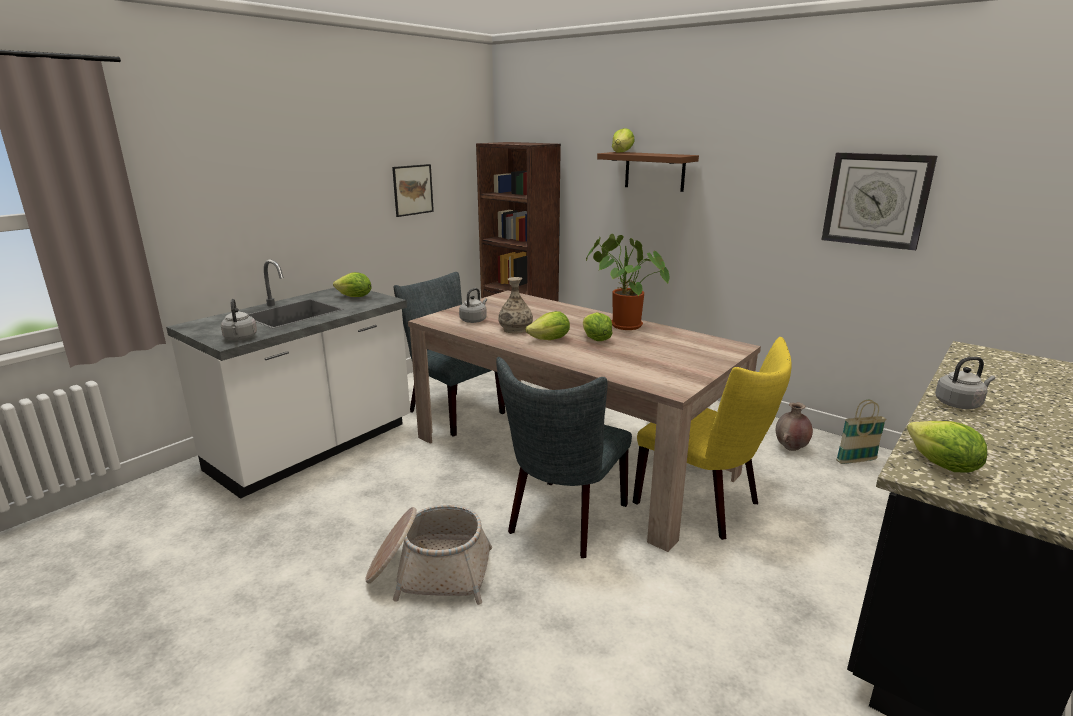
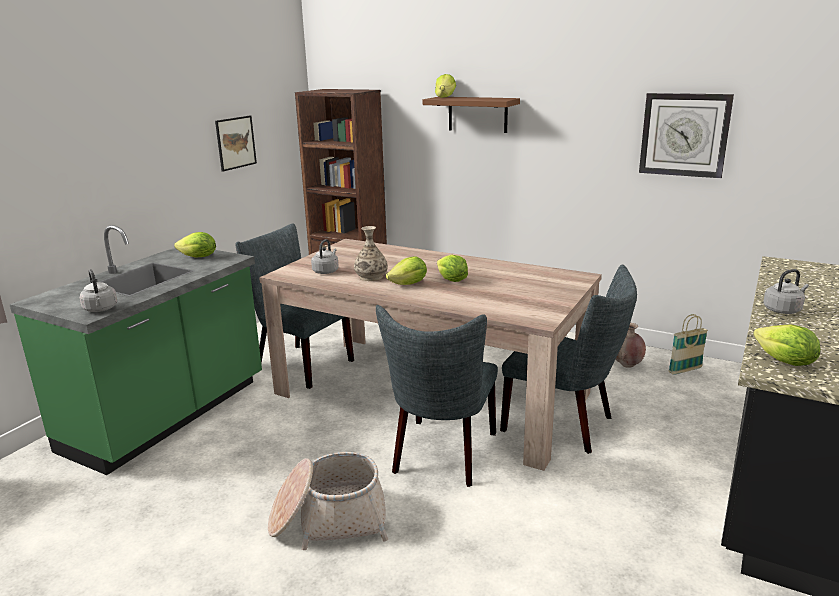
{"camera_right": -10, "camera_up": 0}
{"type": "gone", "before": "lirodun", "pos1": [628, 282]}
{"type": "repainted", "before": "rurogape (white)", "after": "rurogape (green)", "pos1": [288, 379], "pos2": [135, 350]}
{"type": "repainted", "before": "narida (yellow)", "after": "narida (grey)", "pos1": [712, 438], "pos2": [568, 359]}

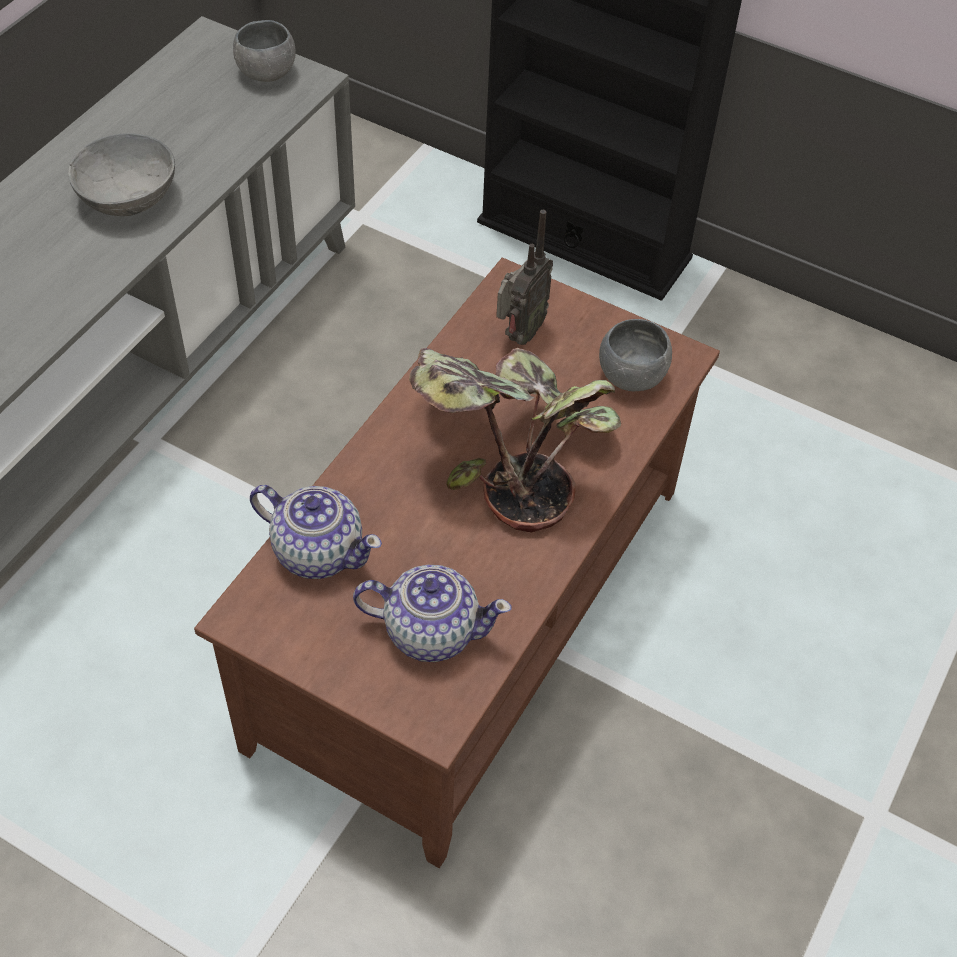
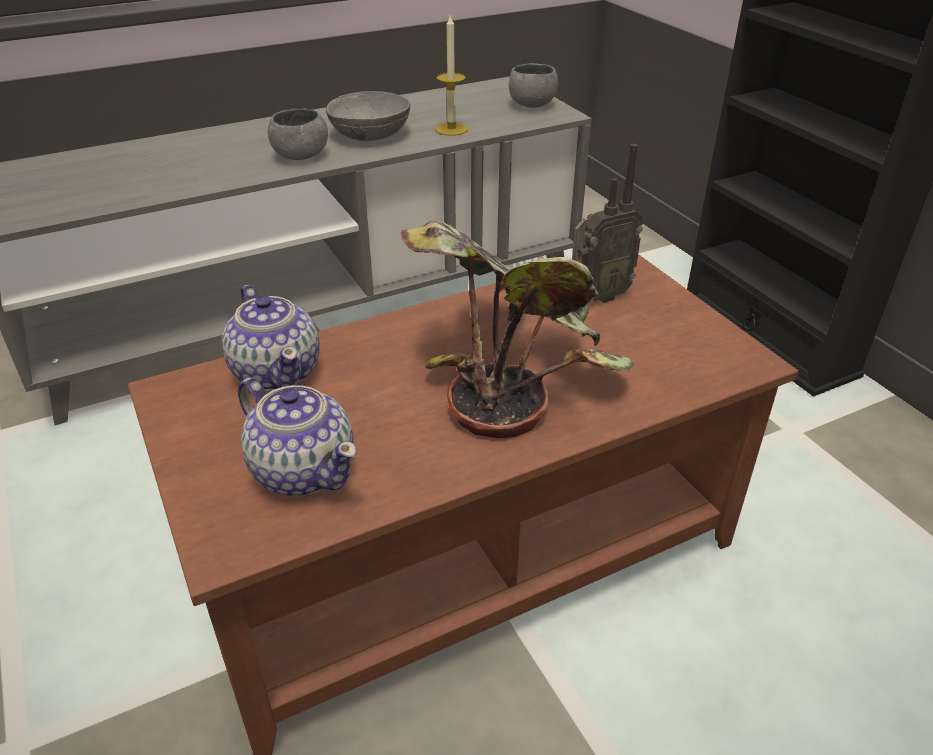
{"camera_right": 35, "camera_up": -15}
{"type": "shifted", "before": "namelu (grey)", "pos1": [635, 355], "pos2": [298, 134]}
{"type": "new", "after": "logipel", "pos2": [451, 76]}

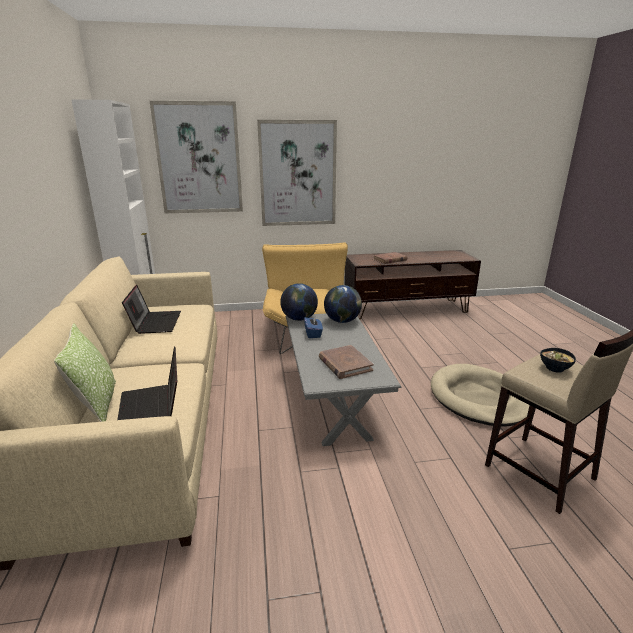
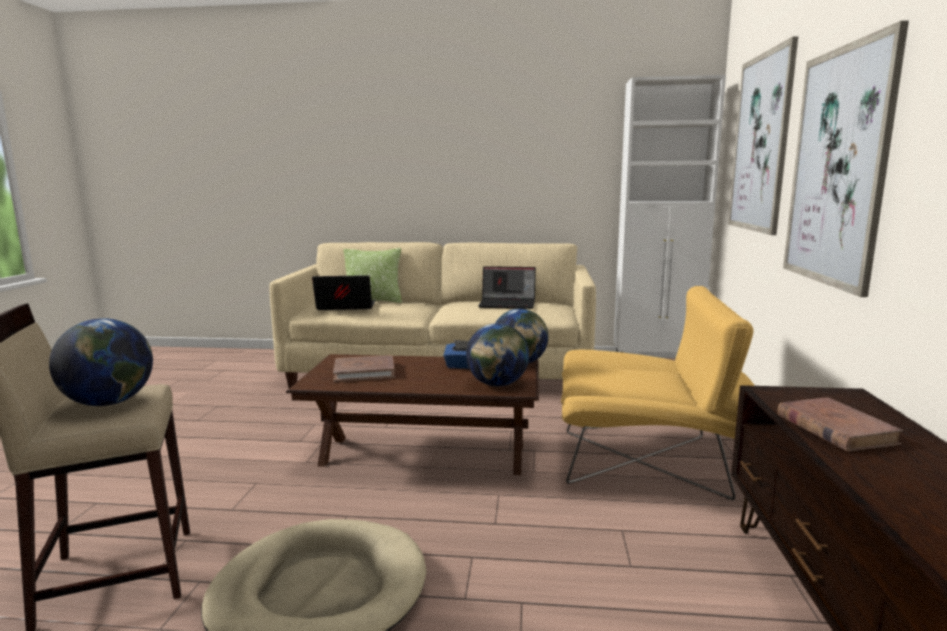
{"camera_right": 105, "camera_up": -10}
{"type": "repainted", "before": "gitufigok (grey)", "after": "gitufigok (brown)", "pos1": [343, 379], "pos2": [412, 414]}
{"type": "swapped", "before": "namelu", "after": "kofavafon", "pos1": [558, 360], "pos2": [101, 362]}

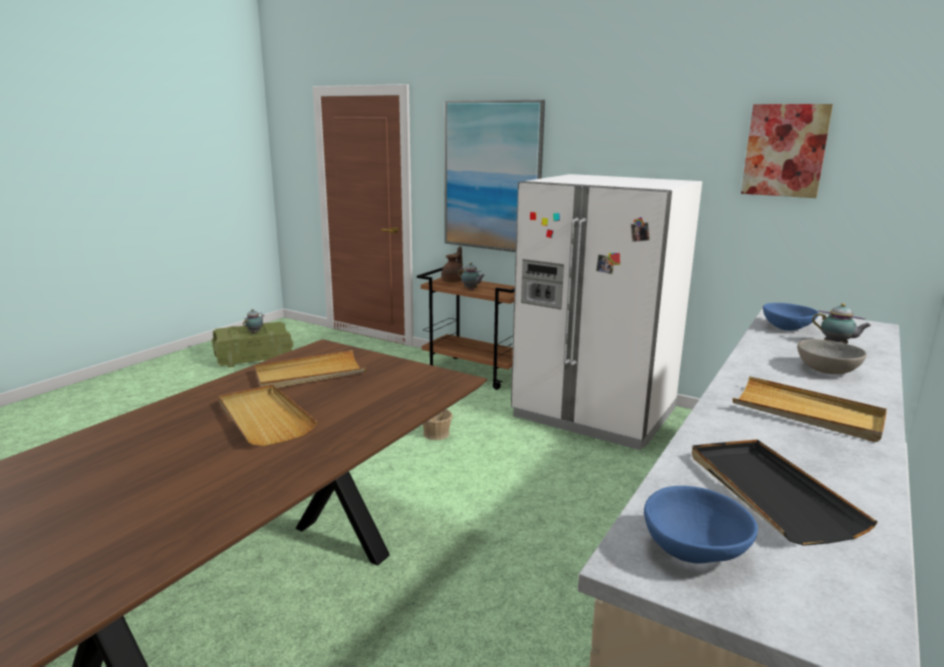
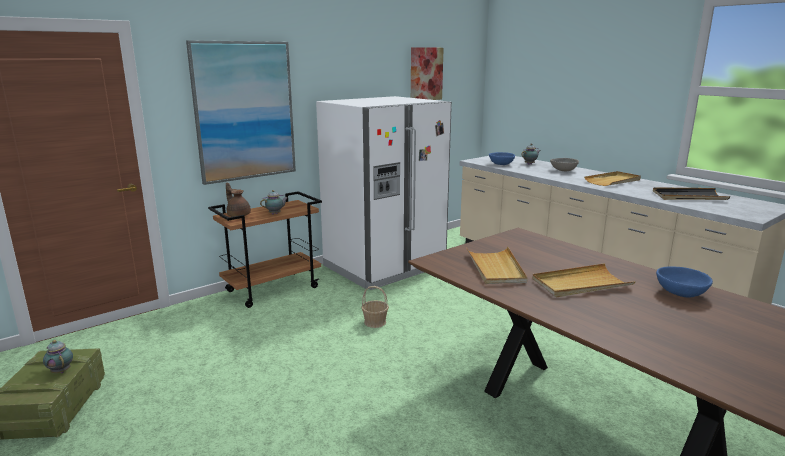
{"camera_right": -70, "camera_up": 0}
{"type": "shifted", "before": "namelu (blue)", "pos1": [701, 525], "pos2": [684, 282]}

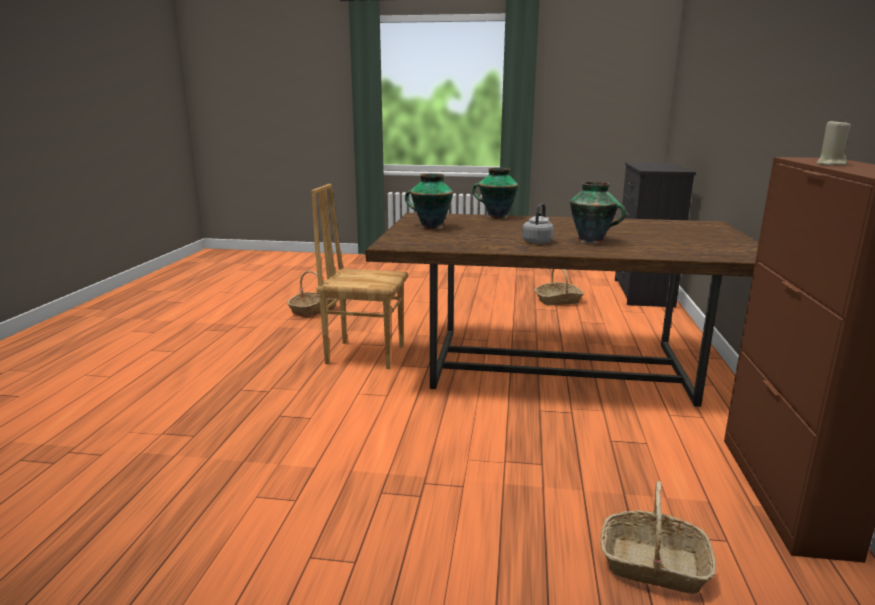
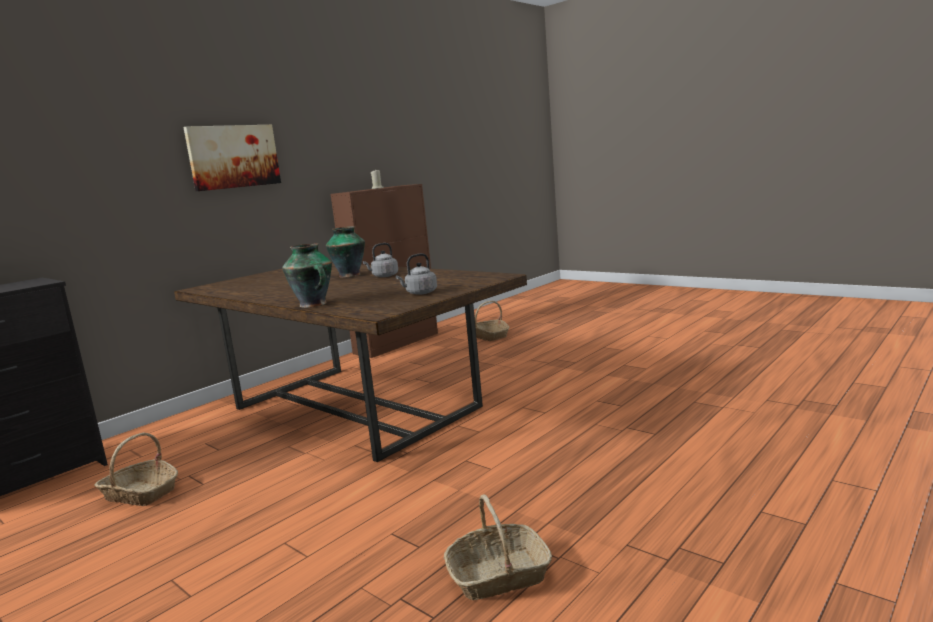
{"camera_right": -145, "camera_up": -5}
{"type": "swapped", "before": "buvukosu", "after": "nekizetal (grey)", "pos1": [429, 201], "pos2": [416, 274]}
{"type": "gone", "before": "narida (brown)", "pos1": [359, 276]}
{"type": "new", "after": "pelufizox", "pos2": [232, 158]}

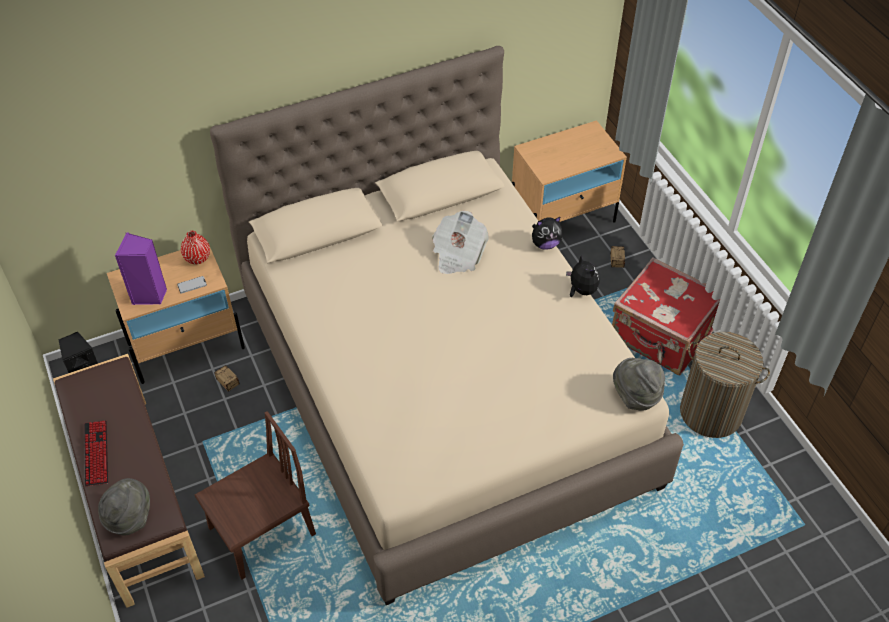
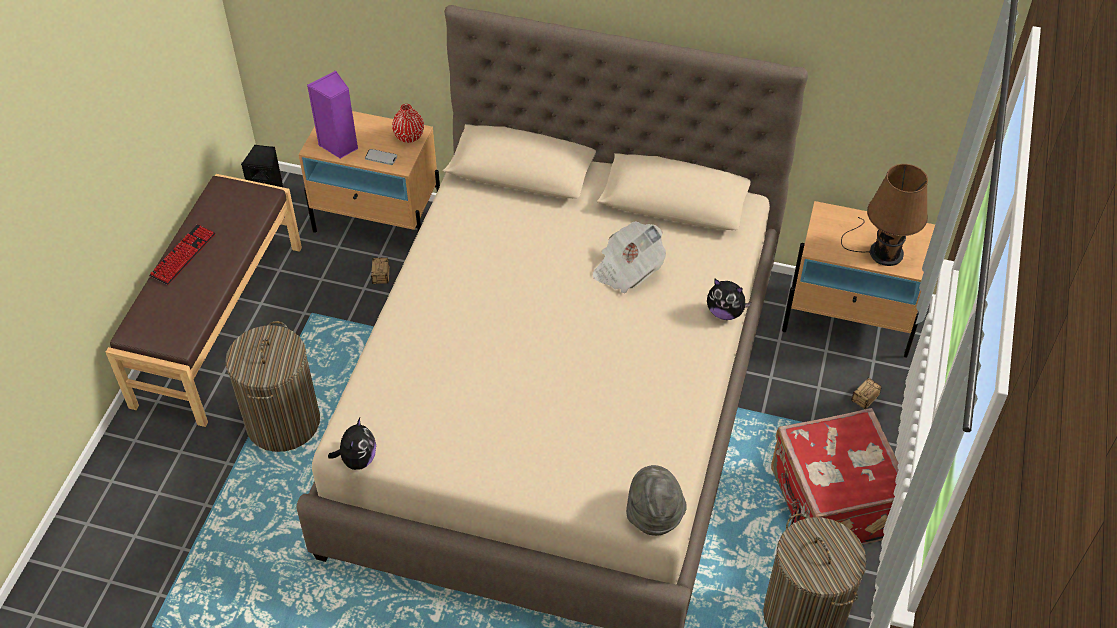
{"camera_right": 40, "camera_up": 0}
{"type": "shifted", "before": "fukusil", "pos1": [582, 275], "pos2": [352, 444]}
{"type": "swapped", "before": "narida (brown)", "after": "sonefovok", "pos1": [255, 495], "pos2": [272, 386]}
{"type": "gone", "before": "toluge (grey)", "pos1": [124, 506]}
{"type": "new", "after": "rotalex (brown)", "pos2": [884, 215]}

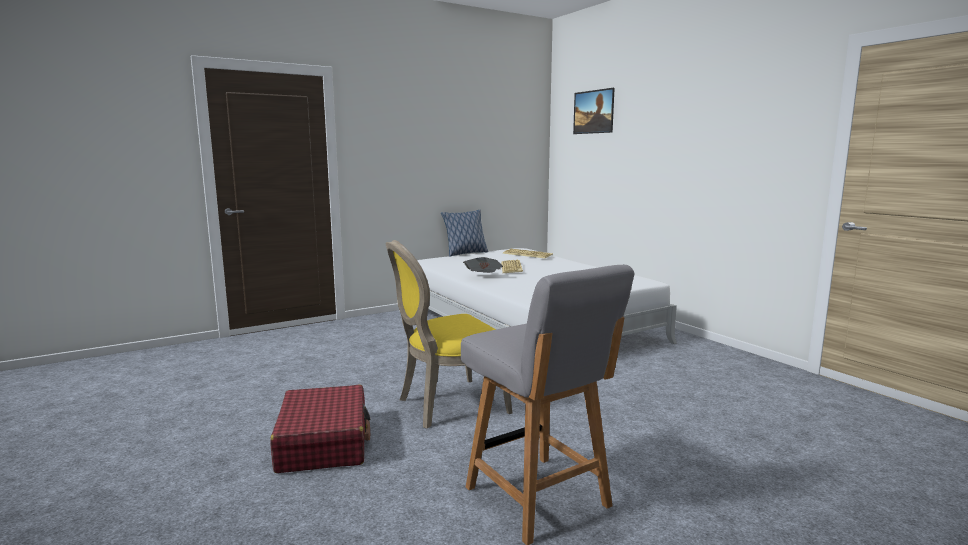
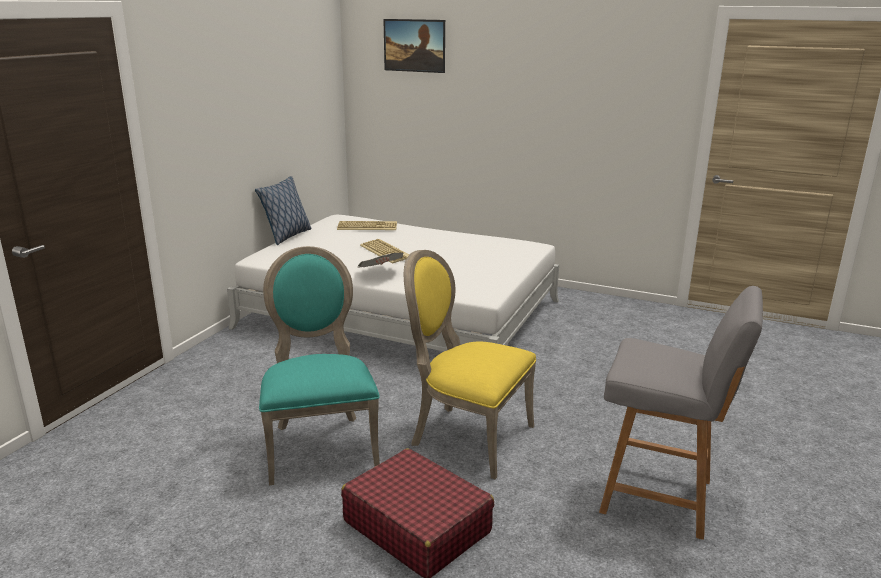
{"camera_right": -35, "camera_up": 10}
{"type": "rotated", "before": "narida (yellow)", "pos1": [449, 334], "pos2": [470, 364], "turn": 90}
{"type": "new", "after": "narida (turquoise)", "pos2": [319, 365]}

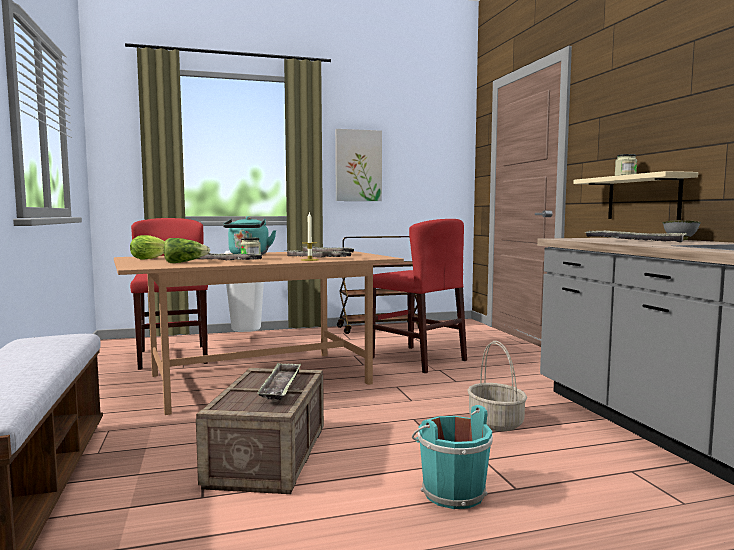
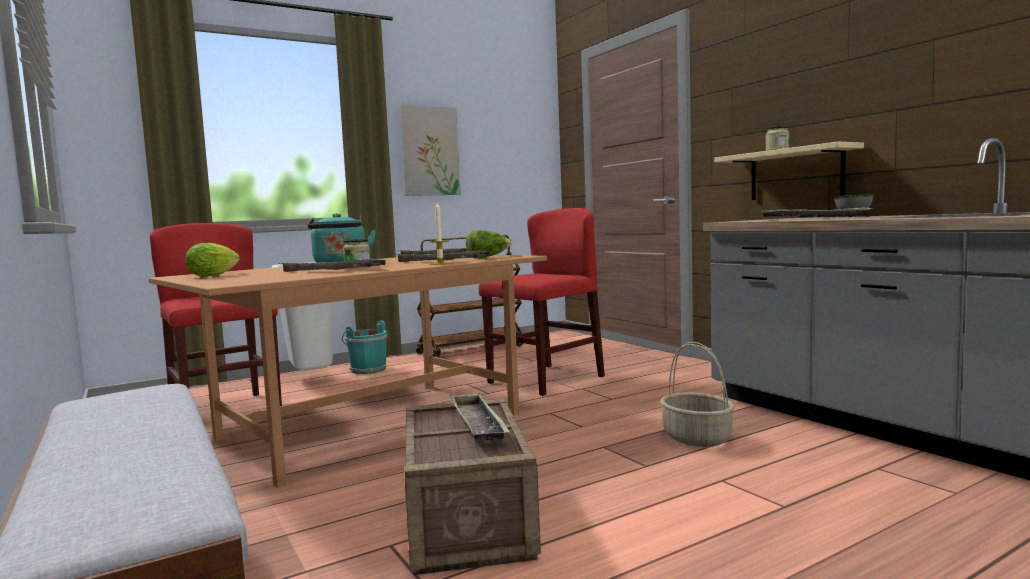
{"camera_right": -15, "camera_up": 0}
{"type": "rotated", "before": "narida (red)", "pos1": [420, 296], "pos2": [542, 302], "turn": -75}
{"type": "shifted", "before": "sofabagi", "pos1": [187, 250], "pos2": [489, 244]}
{"type": "shifted", "before": "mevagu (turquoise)", "pos1": [452, 457], "pos2": [364, 347]}

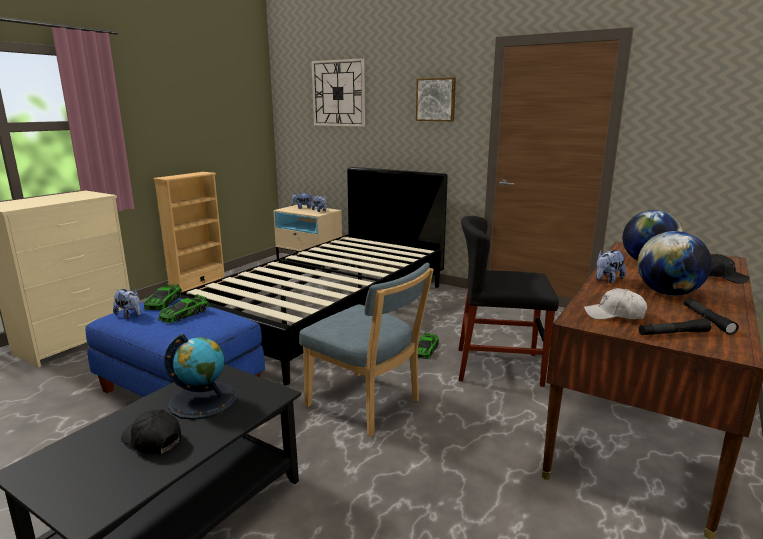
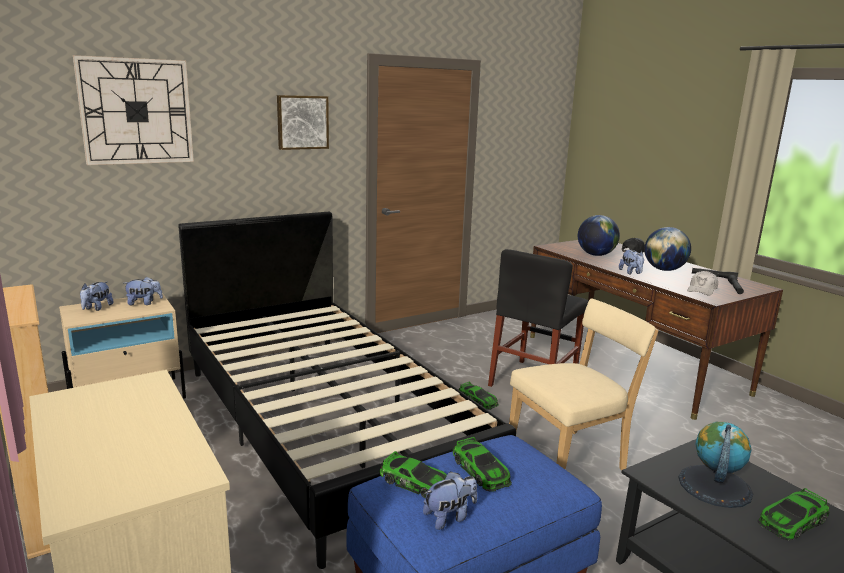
{"camera_right": -65, "camera_up": 0}
{"type": "repainted", "before": "narida (blue)", "after": "narida (beige)", "pos1": [366, 349], "pos2": [584, 385]}
{"type": "swapped", "before": "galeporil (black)", "after": "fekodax", "pos1": [151, 432], "pos2": [794, 514]}

